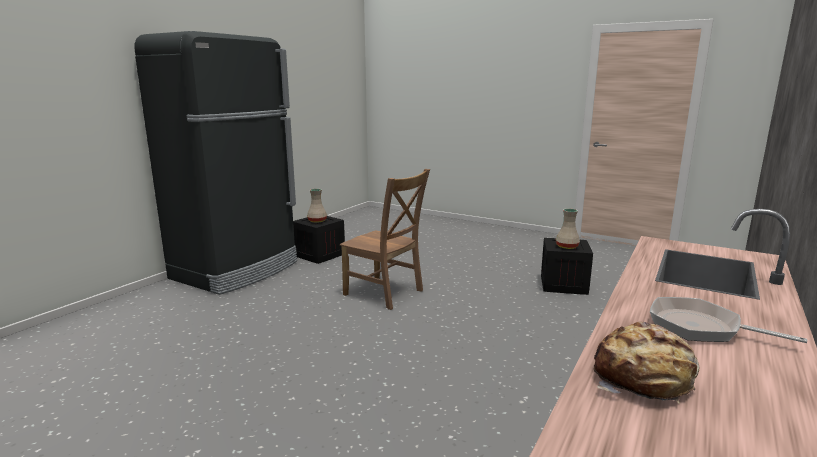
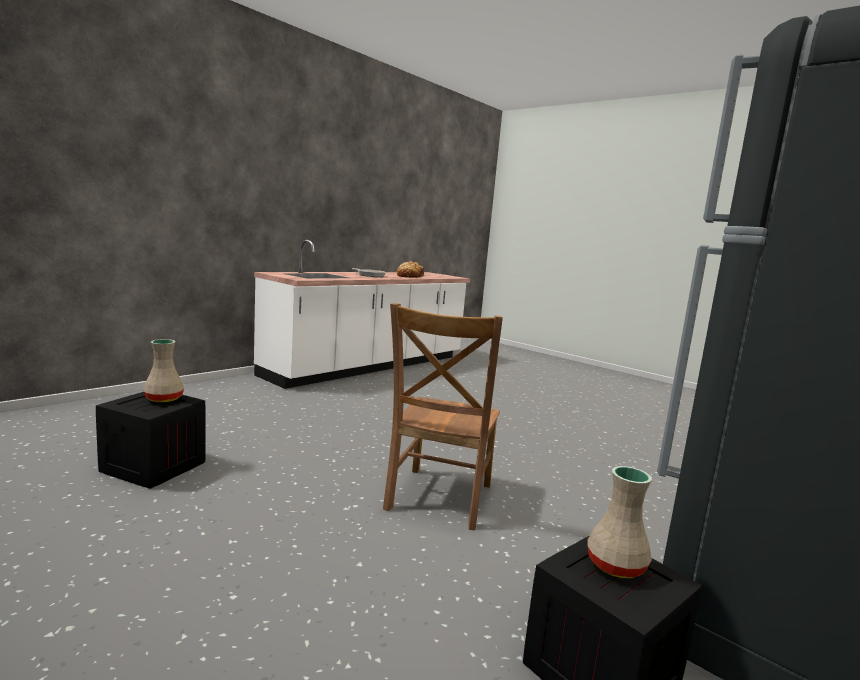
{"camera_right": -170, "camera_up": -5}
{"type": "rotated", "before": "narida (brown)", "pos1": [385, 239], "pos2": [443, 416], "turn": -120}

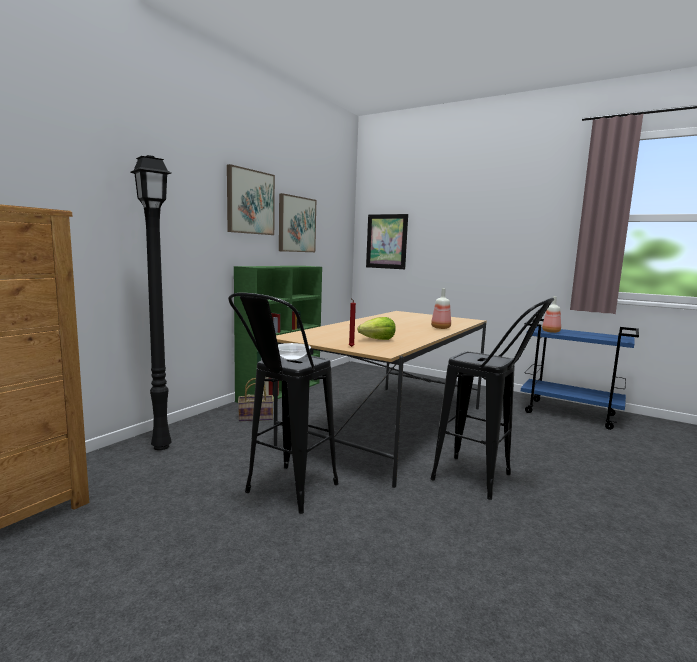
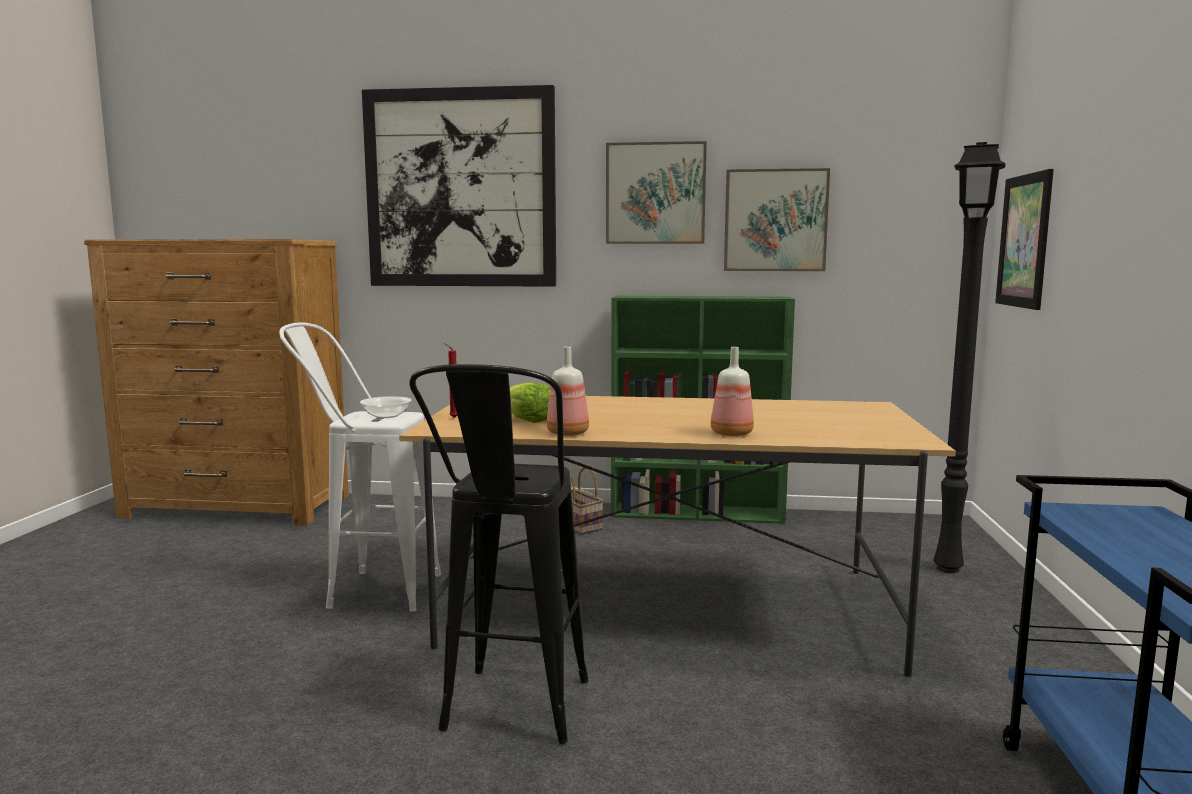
{"camera_right": 65, "camera_up": 0}
{"type": "shifted", "before": "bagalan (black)", "pos1": [151, 302], "pos2": [969, 357]}
{"type": "repainted", "before": "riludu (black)", "after": "riludu (white)", "pos1": [283, 403], "pos2": [360, 466]}
{"type": "shifted", "before": "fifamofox", "pos1": [551, 314], "pos2": [568, 391]}
{"type": "new", "after": "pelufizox", "pos2": [459, 186]}

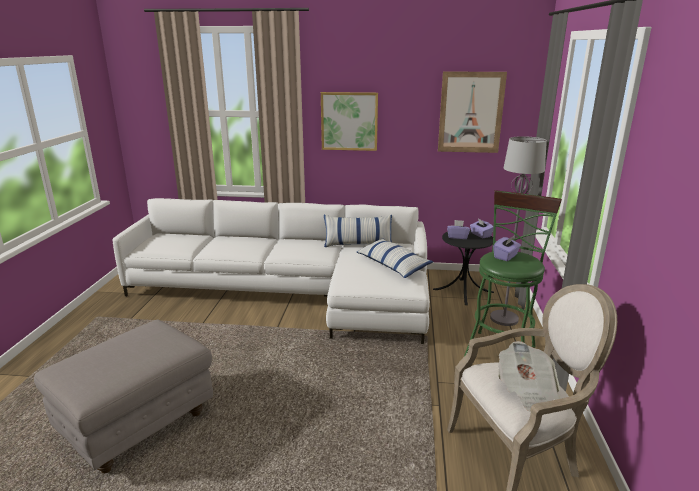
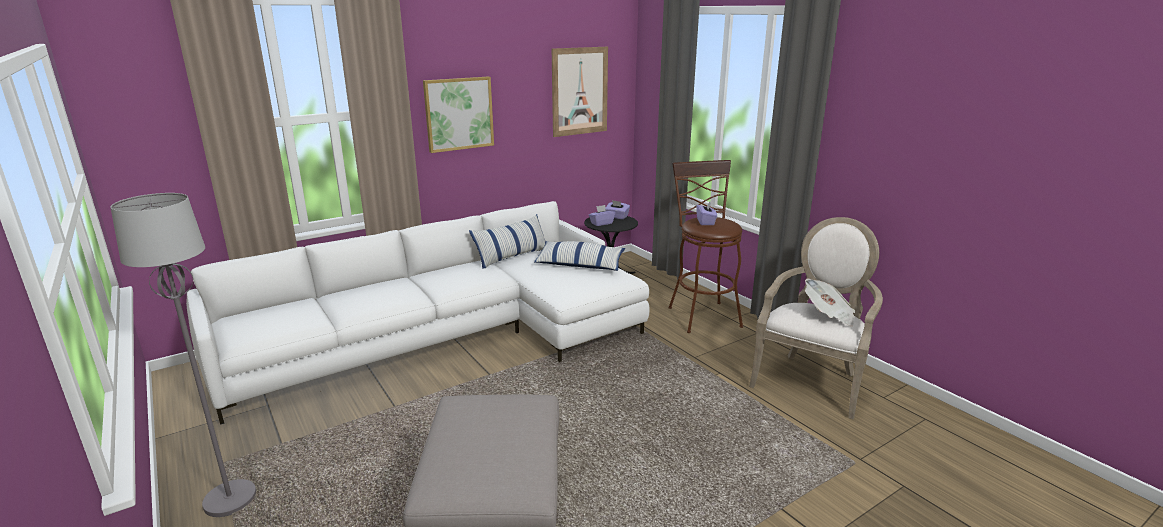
{"camera_right": -40, "camera_up": 0}
{"type": "shifted", "before": "bagalan (grey)", "pos1": [518, 231], "pos2": [183, 355]}
{"type": "repainted", "before": "riludu (green)", "after": "riludu (brown)", "pos1": [513, 273], "pos2": [705, 246]}

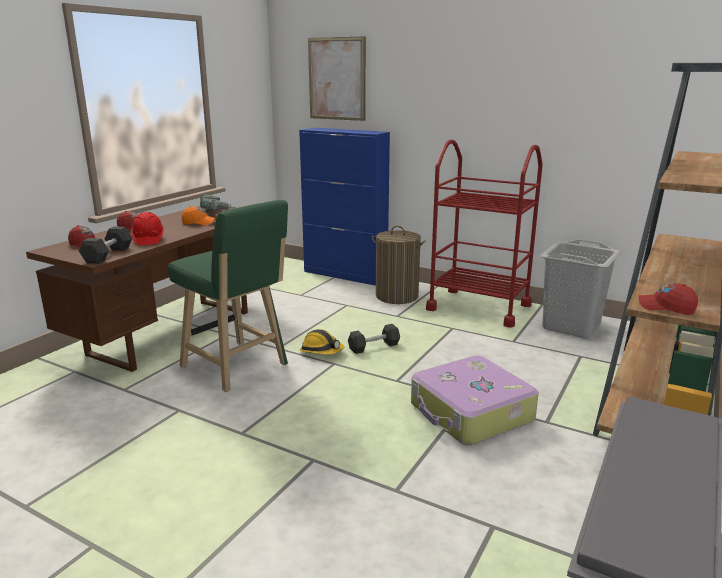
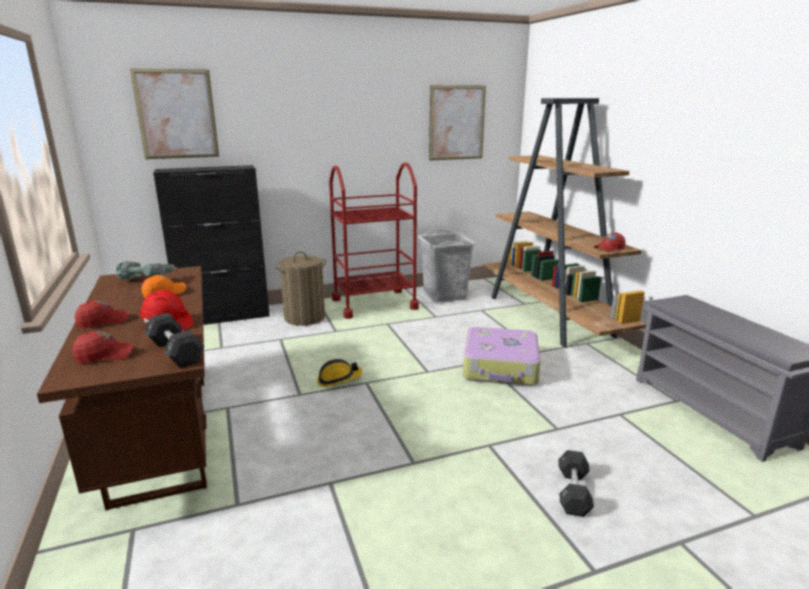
{"camera_right": -50, "camera_up": 0}
{"type": "repainted", "before": "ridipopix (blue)", "after": "ridipopix (black)", "pos1": [344, 206], "pos2": [211, 245]}
{"type": "gone", "before": "riludu (green)", "pos1": [228, 296]}
{"type": "shifted", "before": "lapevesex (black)", "pos1": [374, 339], "pos2": [576, 483]}
{"type": "new", "after": "pelufizox", "pos2": [457, 123]}

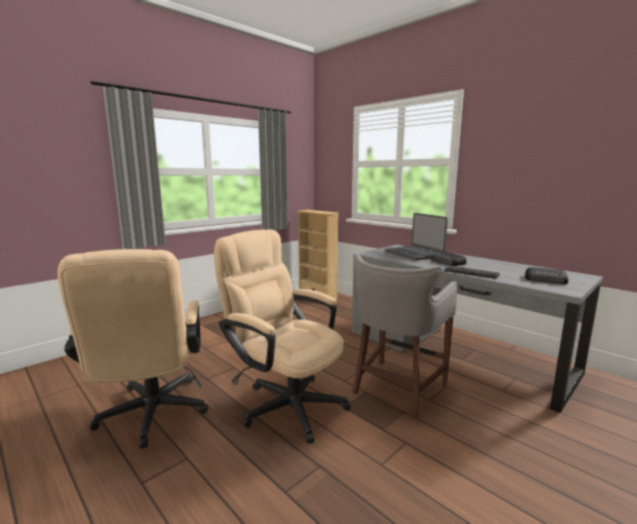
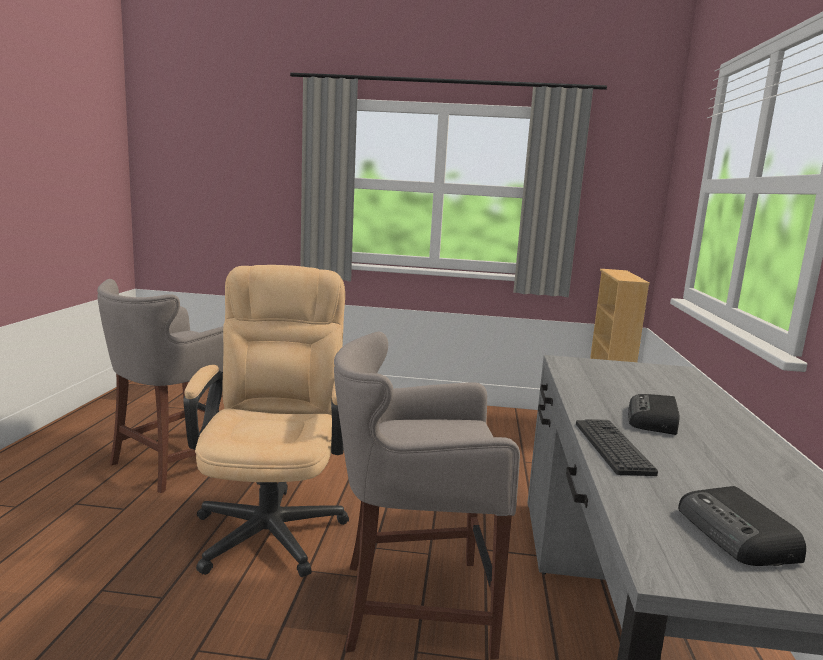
{"camera_right": 50, "camera_up": 0}
{"type": "gone", "before": "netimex", "pos1": [416, 237]}
{"type": "swapped", "before": "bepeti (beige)", "after": "riludu (grey)", "pos1": [133, 348], "pos2": [160, 386]}

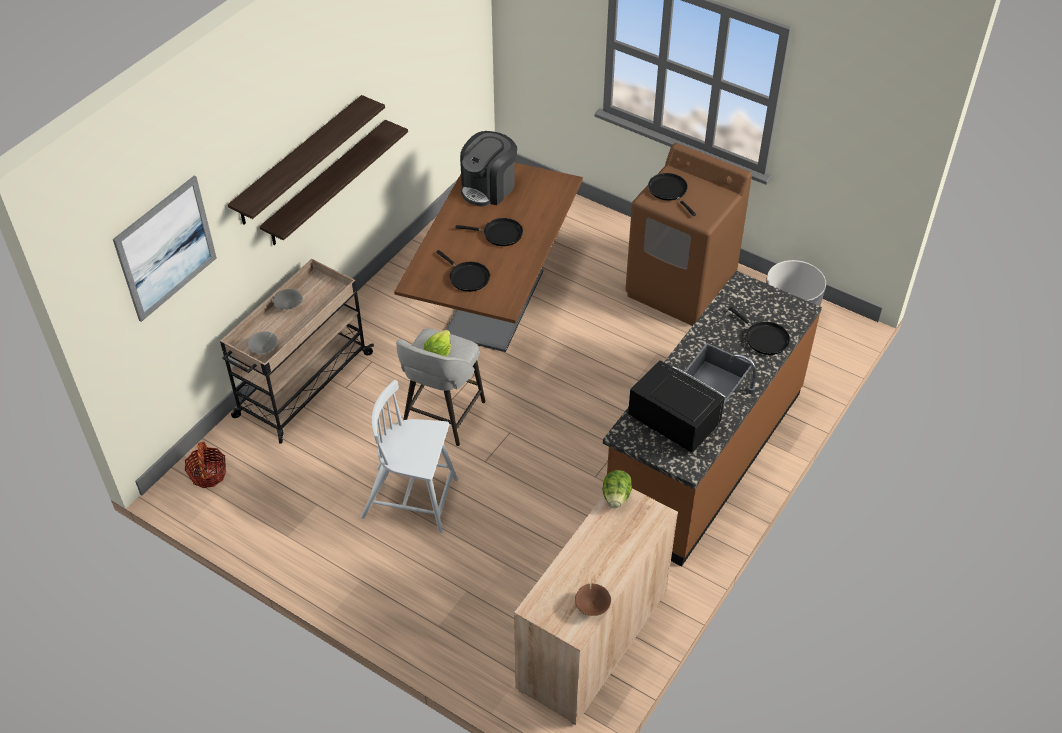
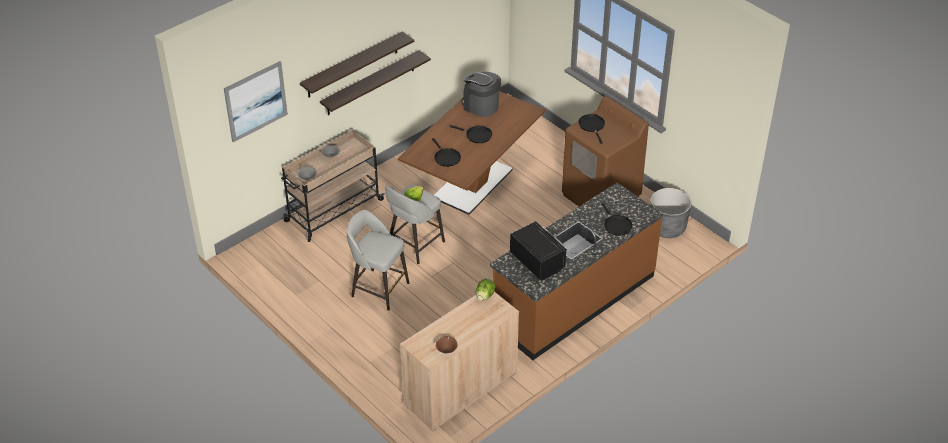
{"camera_right": 15, "camera_up": -5}
{"type": "rotated", "before": "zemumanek", "pos1": [488, 169], "pos2": [481, 94], "turn": 75}
{"type": "swapped", "before": "narida (white)", "after": "riludu (grey)", "pos1": [409, 456], "pos2": [378, 260]}
{"type": "gone", "before": "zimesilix", "pos1": [206, 464]}

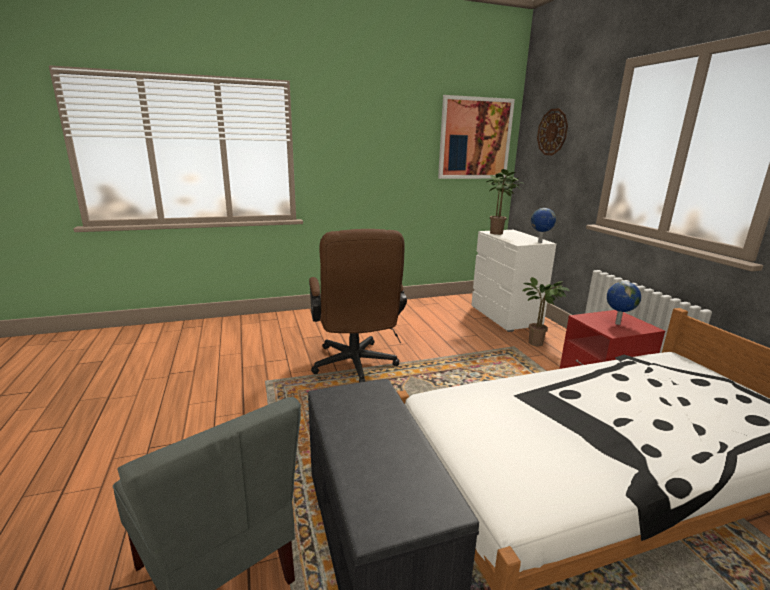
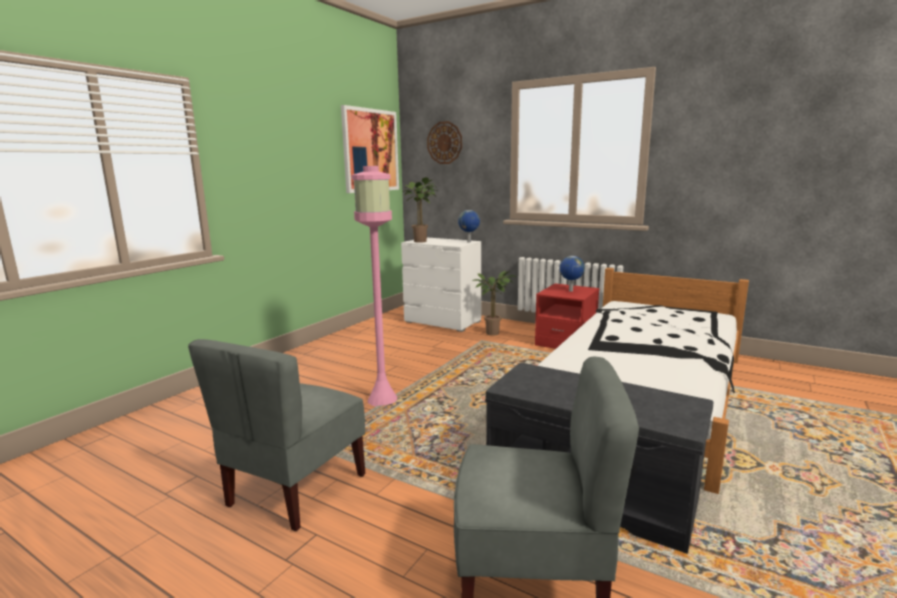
{"camera_right": -40, "camera_up": -5}
{"type": "swapped", "before": "bepeti (brown)", "after": "bagalan (pink)", "pos1": [358, 306], "pos2": [374, 286]}
{"type": "new", "after": "narida (grey)", "pos2": [276, 435]}

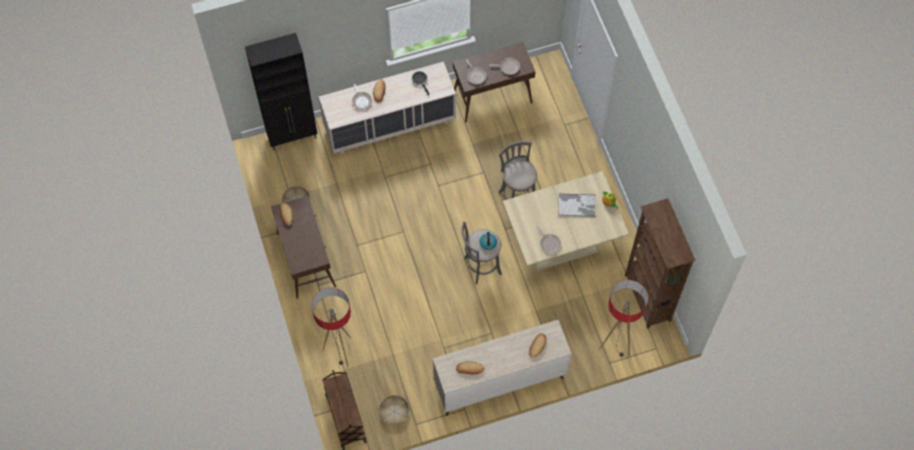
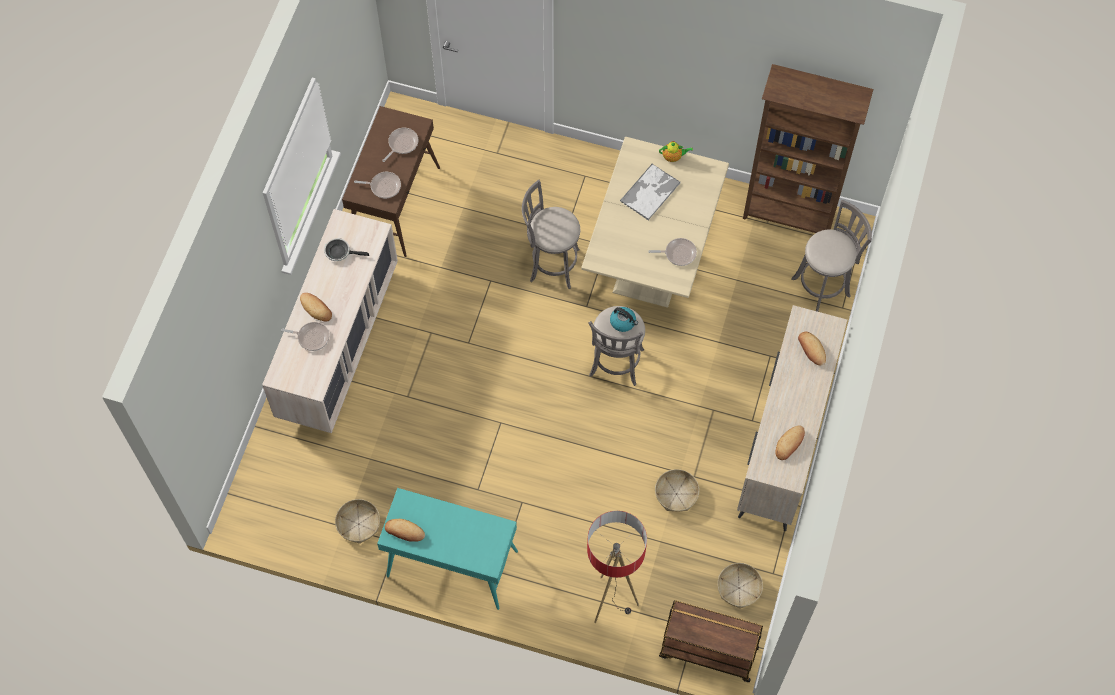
{"camera_right": -55, "camera_up": 0}
{"type": "gone", "before": "ridipopix (black)", "pos1": [281, 91]}
{"type": "repainted", "before": "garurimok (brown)", "after": "garurimok (turquoise)", "pos1": [303, 247], "pos2": [447, 549]}
{"type": "swapped", "before": "bagalan", "after": "riludu (grey)", "pos1": [623, 318], "pos2": [831, 256]}
{"type": "new", "after": "zimesilix", "pos2": [677, 490]}

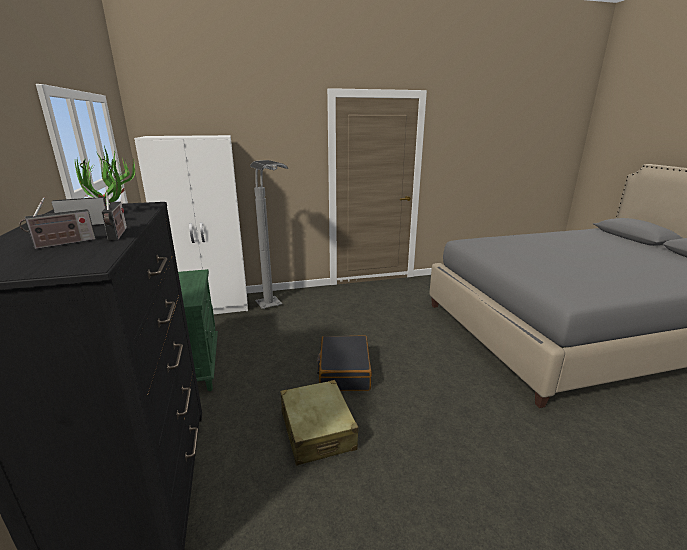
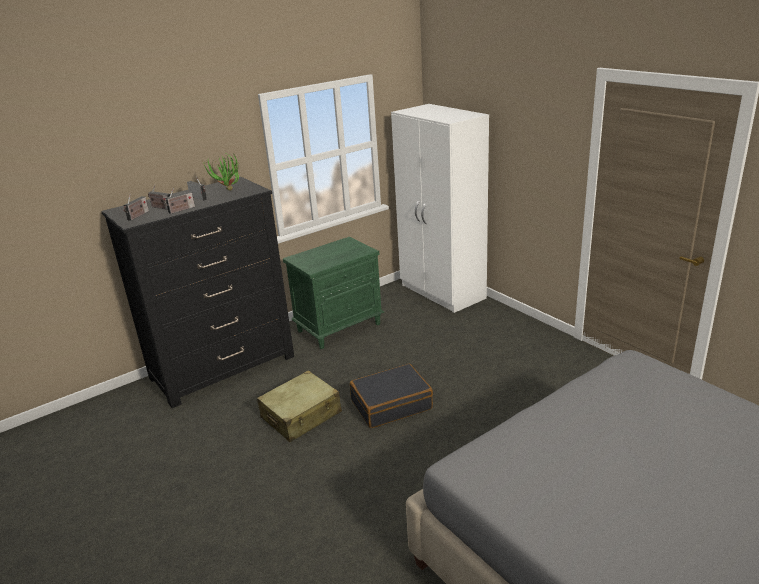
{"camera_right": 70, "camera_up": 5}
{"type": "gone", "before": "bagalan (grey)", "pos1": [269, 234]}
{"type": "new", "after": "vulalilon", "pos2": [136, 208]}

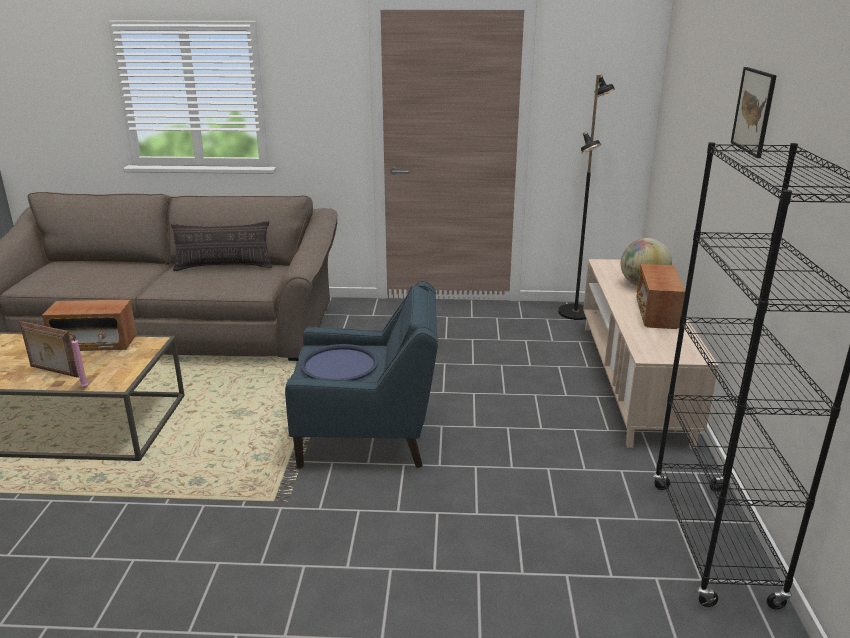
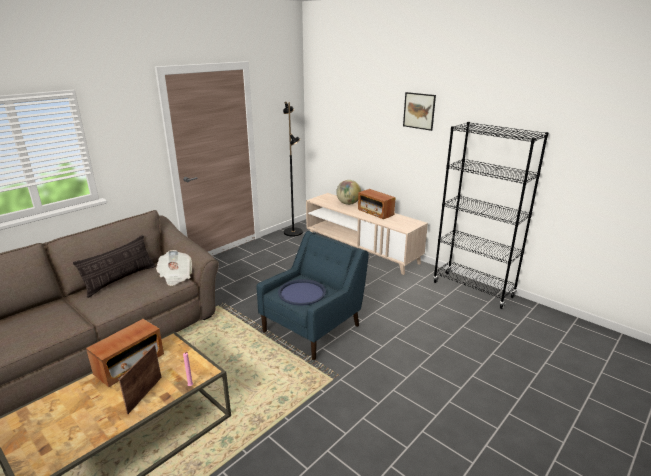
{"camera_right": -50, "camera_up": 0}
{"type": "rotated", "before": "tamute", "pos1": [49, 349], "pos2": [140, 379], "turn": 135}
{"type": "new", "after": "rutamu", "pos2": [174, 268]}

